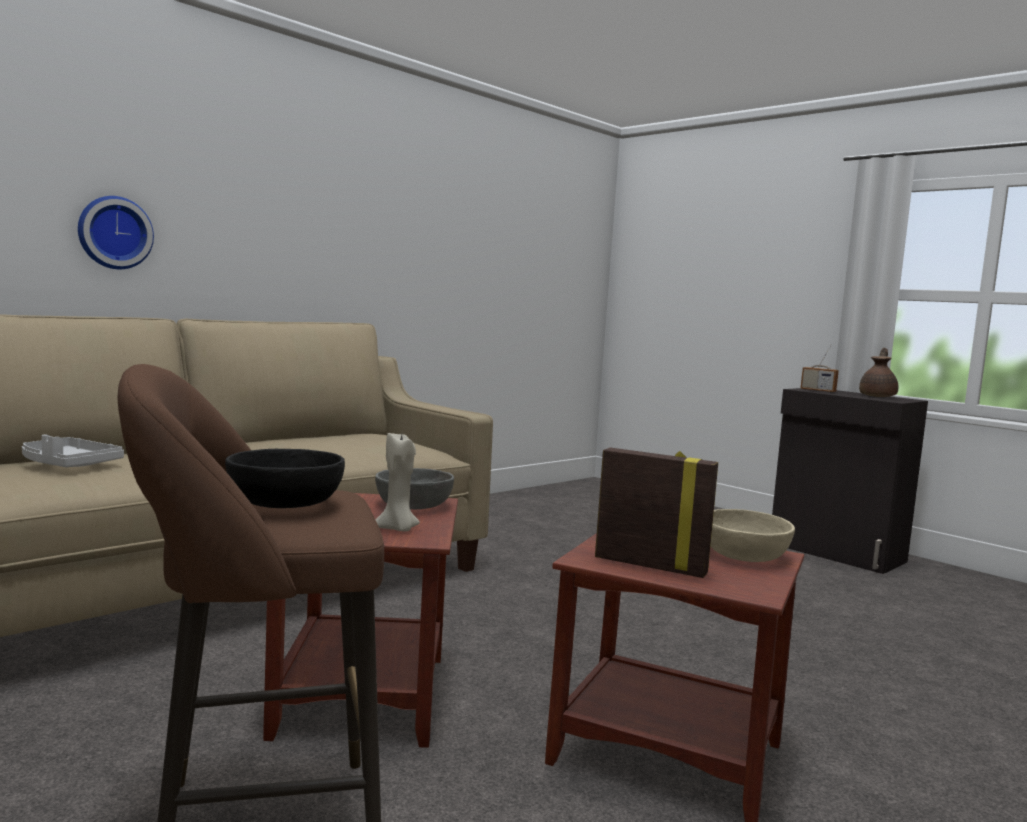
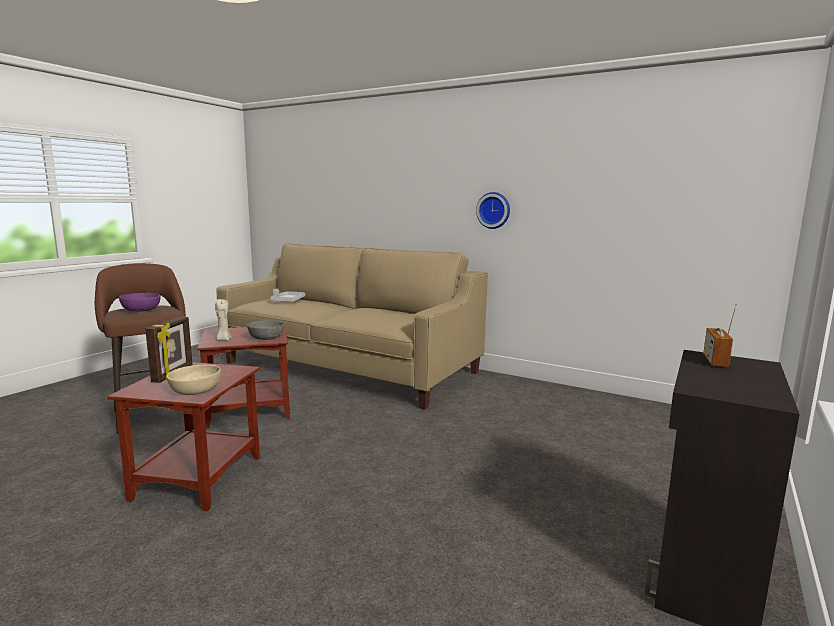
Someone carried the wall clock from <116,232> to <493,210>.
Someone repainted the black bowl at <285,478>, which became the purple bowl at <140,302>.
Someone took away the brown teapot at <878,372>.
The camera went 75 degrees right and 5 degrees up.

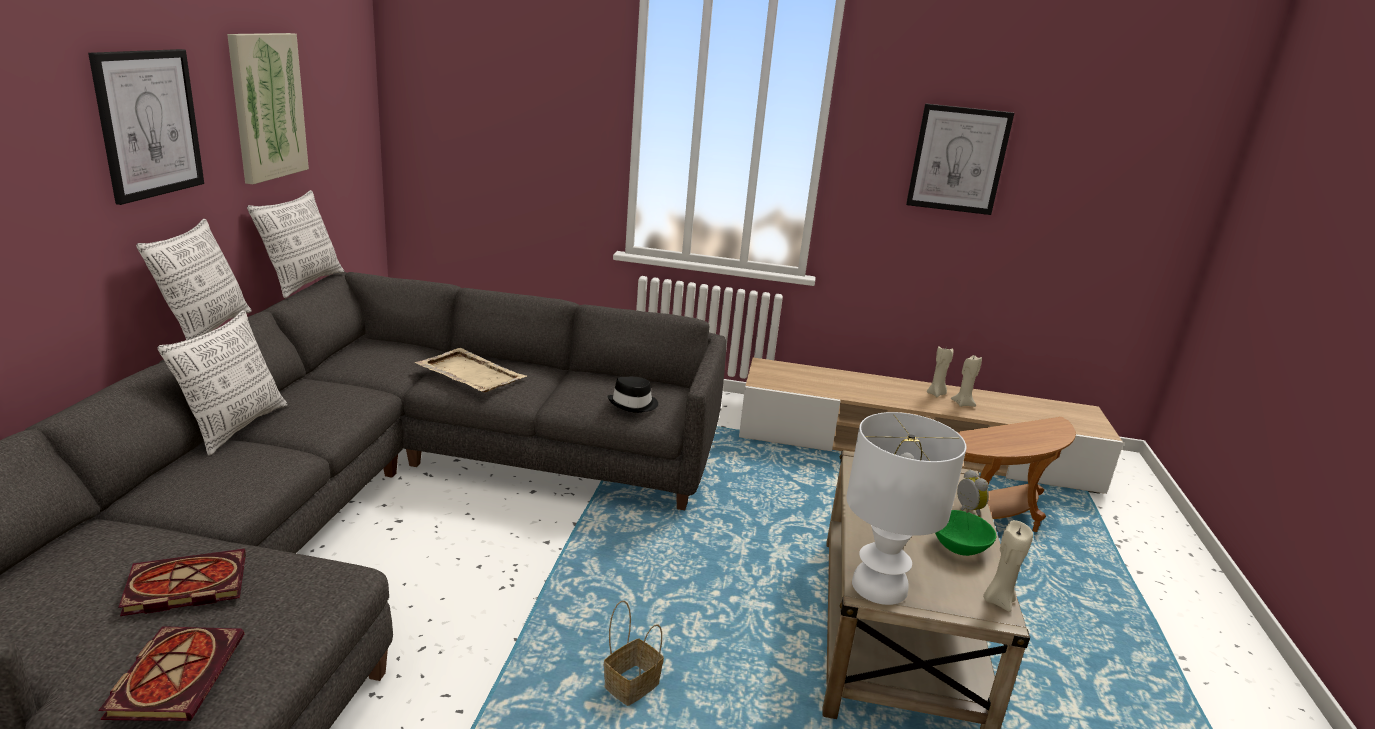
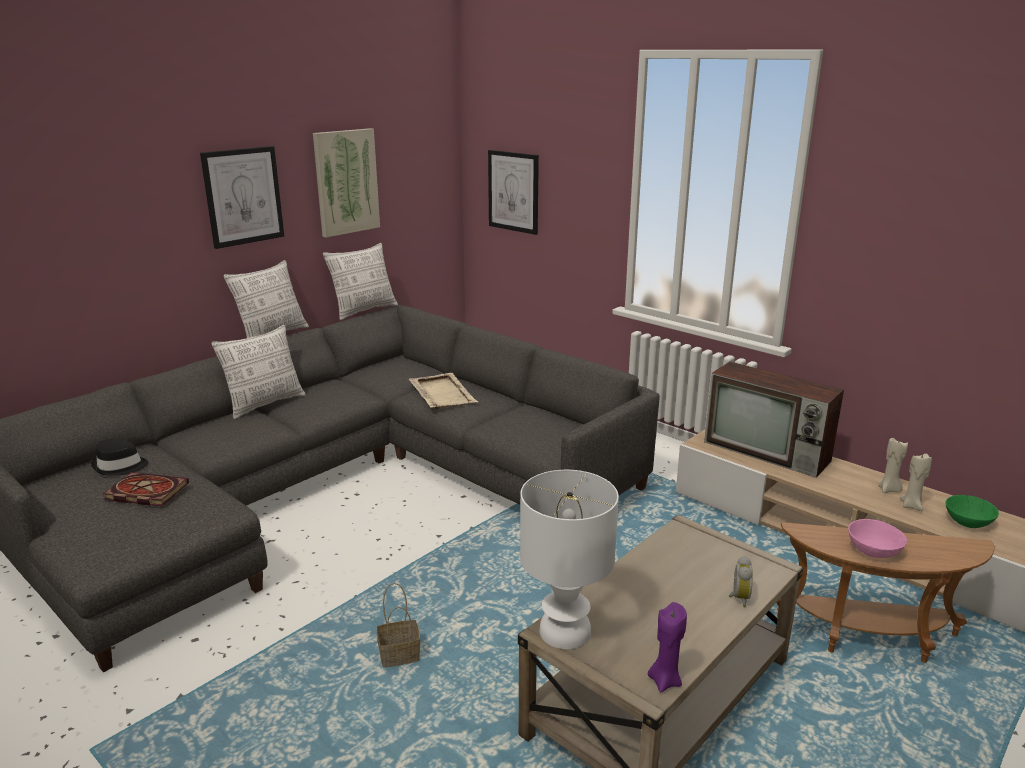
Someone took away the book at <171,673>.
Someone carried the black hat from <632,395> to <120,457>.
Someone carried the picture from <960,159> to <513,192>.
Someone carried the green bowl from <965,533> to <972,511>.
Someone repainted the beige candle at <1008,566>, which became the purple candle at <667,647>.
Someone put down the television at <774,419>.
Someone put down the pink bowl at <877,538>.
The camera went 35 degrees right and 0 degrees up.

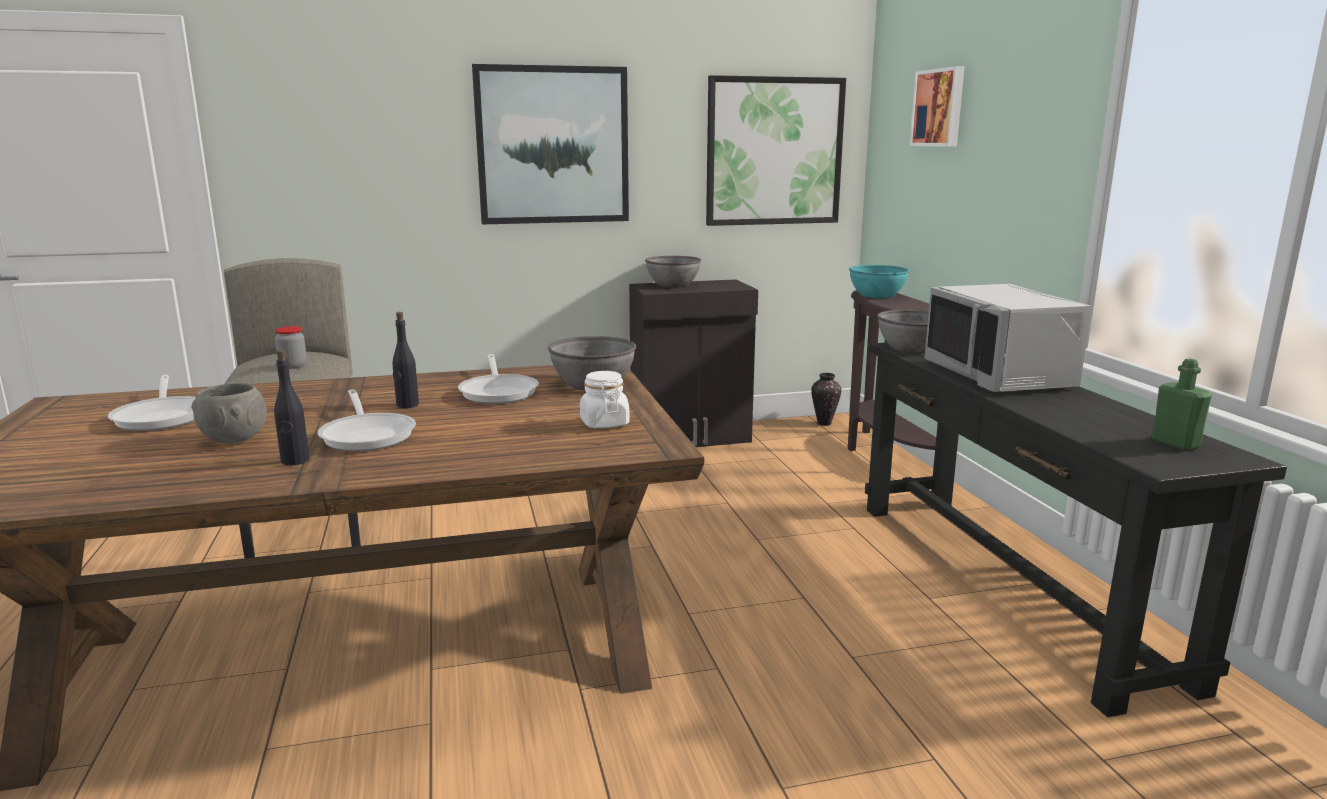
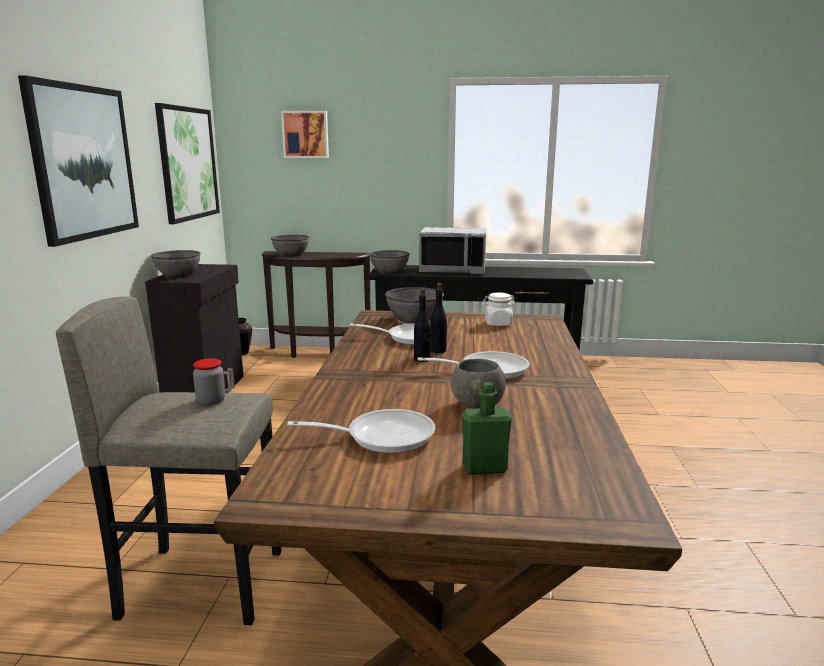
Someone carried the black bottle from <292,407> to <439,318>.
Someone repainted the turquoise bowl at <879,281>, which became the grey bowl at <290,245>.
Someone carried the green bottle from <1182,404> to <487,428>.
The camera went 70 degrees left and 0 degrees up.

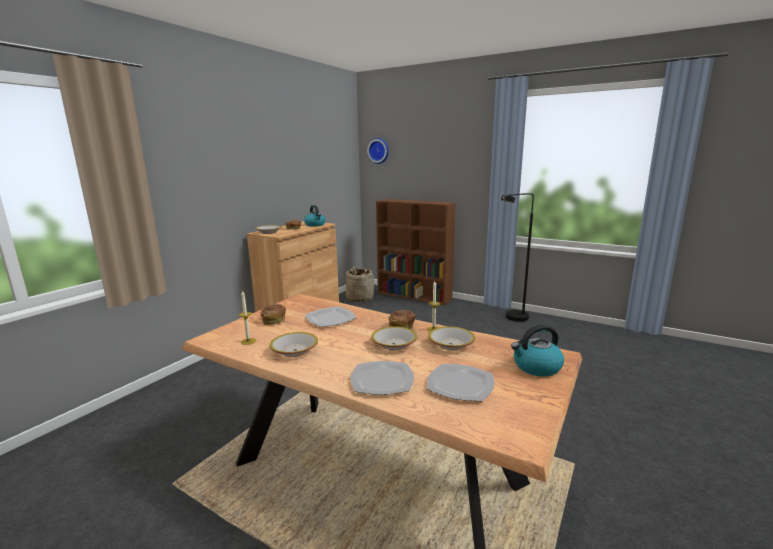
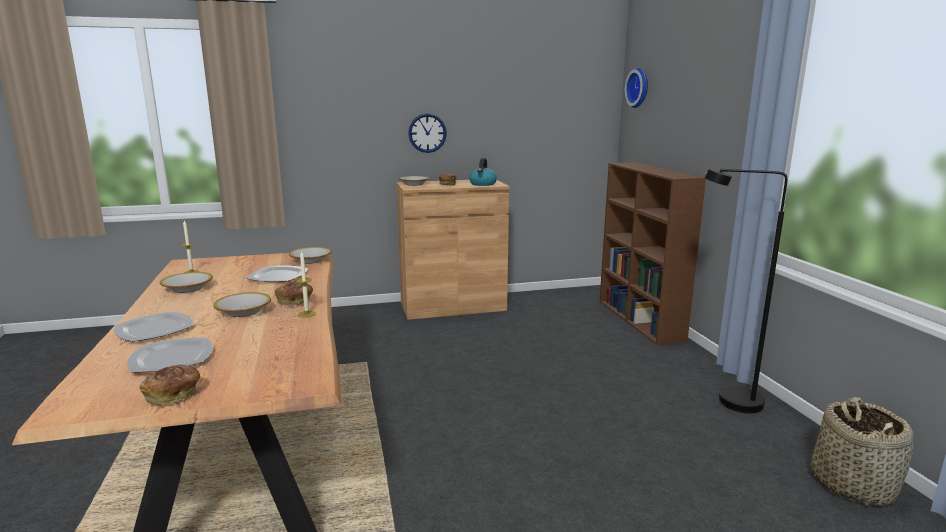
Someone carried the bread from <273,314> to <170,385>.
Someone carried the basket from <360,284> to <862,452>.
Someone carried the bowl from <451,338> to <310,255>.
Someone took away the kettle at <537,350>.
Someone put up the wall clock at <427,133>.
The camera went 45 degrees right and 0 degrees up.

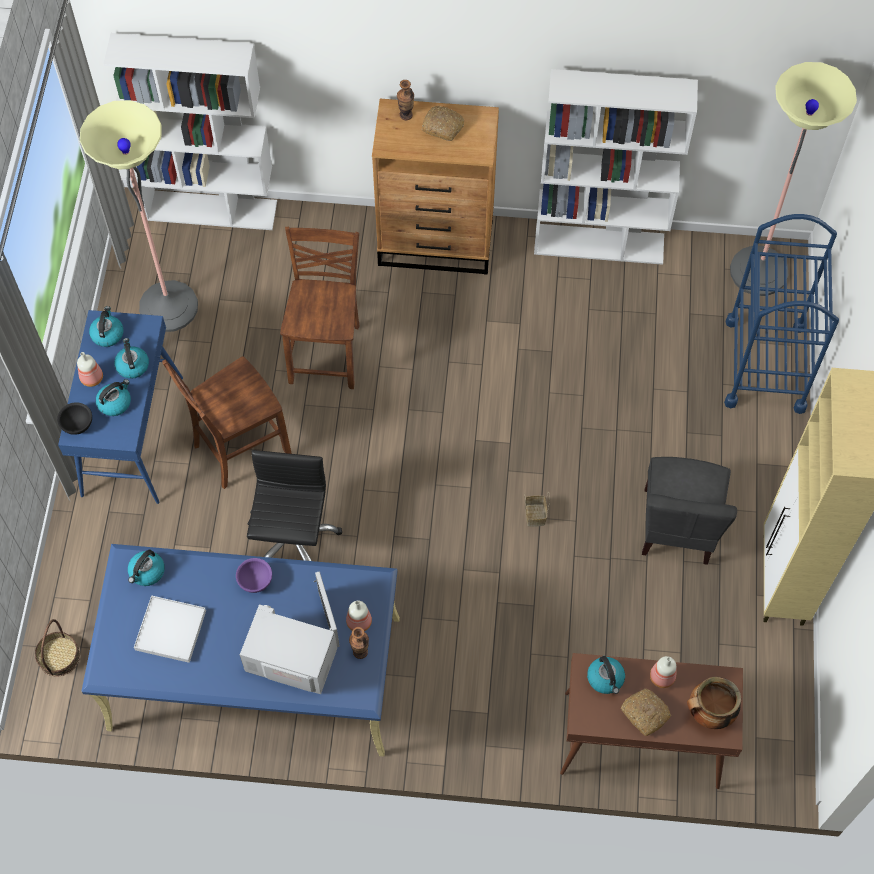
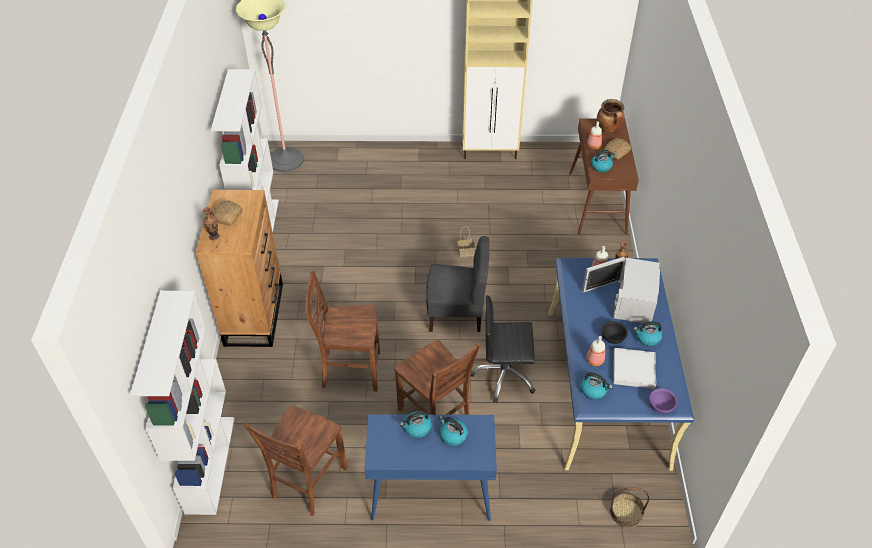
Someone carried the black bowl from <74,418> to <615,332>.
Someone carried the bottle from <90,369> to <595,351>.
Someone swapped the floor lamp at <139,216> for the brown chair at <296,460>.
Someone carried the kettle from <106,326> to <648,333>.
Someone carried the purple bowl from <254,575> to <663,400>.
Someone carried the grey chair from <689,511> to <458,284>.
Someone took away the blue cart at <781,314>.
The camera went 95 degrees left and 15 degrees down.

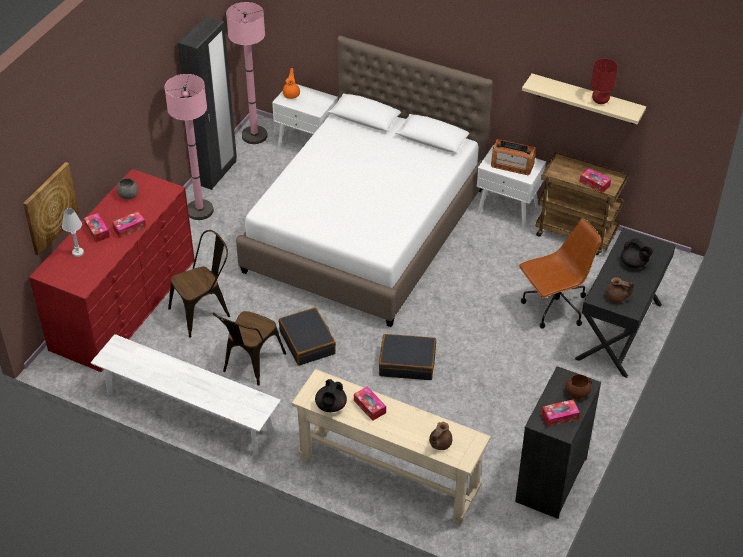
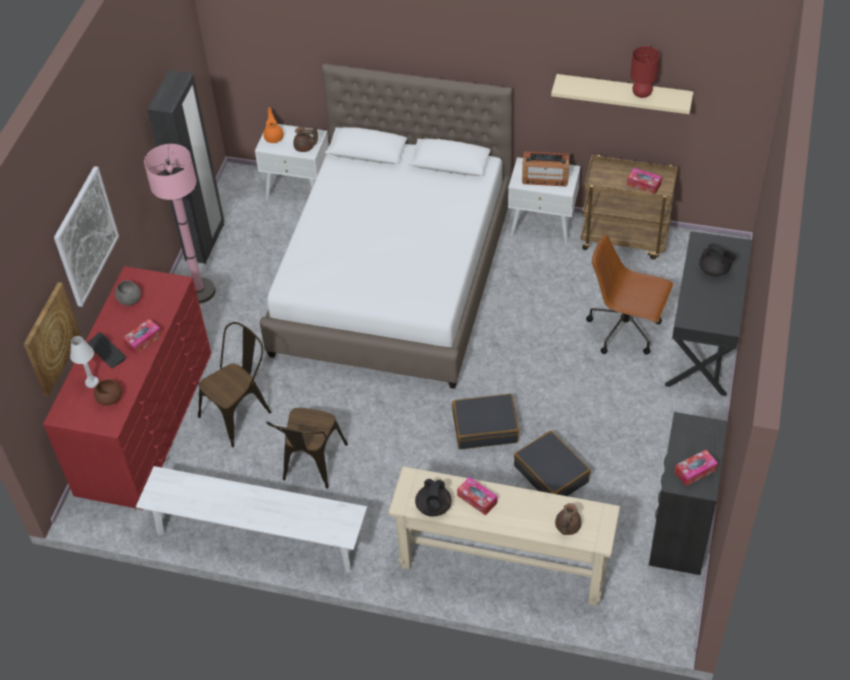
Someone swapped the tissue box at <97,227> for the keyboard at <107,350>.
Someone took away the pink floor lamp at <247,73>.
Someone carried the black suitcase from <307,336> to <552,463>.
Someone rotated the brown office chair at <560,273> by 120 degrees counterclockwise.
Someone carried the brown bowl from <579,386> to <108,392>.
Someone carried the brown teapot from <620,290> to <305,139>.
Someone put up the picture at <86,236>.
The camera went 10 degrees left and 5 degrees up.

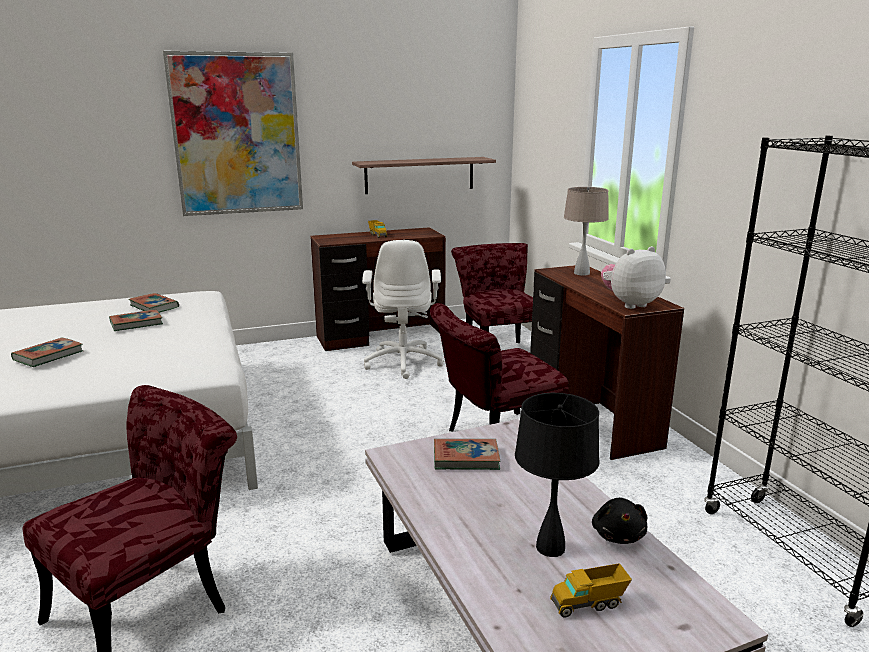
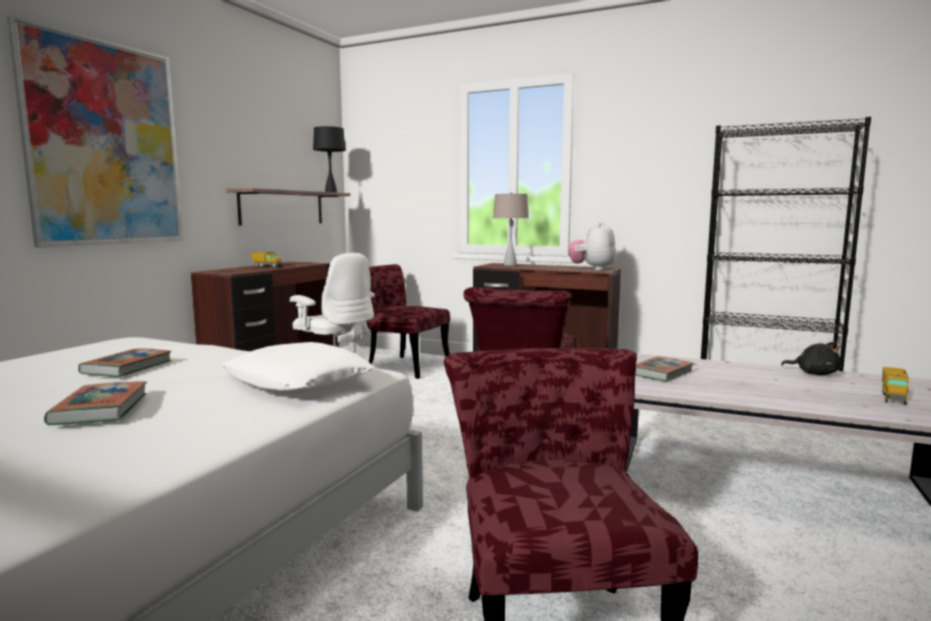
Someone took away the book at <153,302>.
Someone carried the black table lamp from <557,475> to <329,159>.
Someone put down the white pillow at <298,368>.
The camera went 45 degrees left and 10 degrees down.

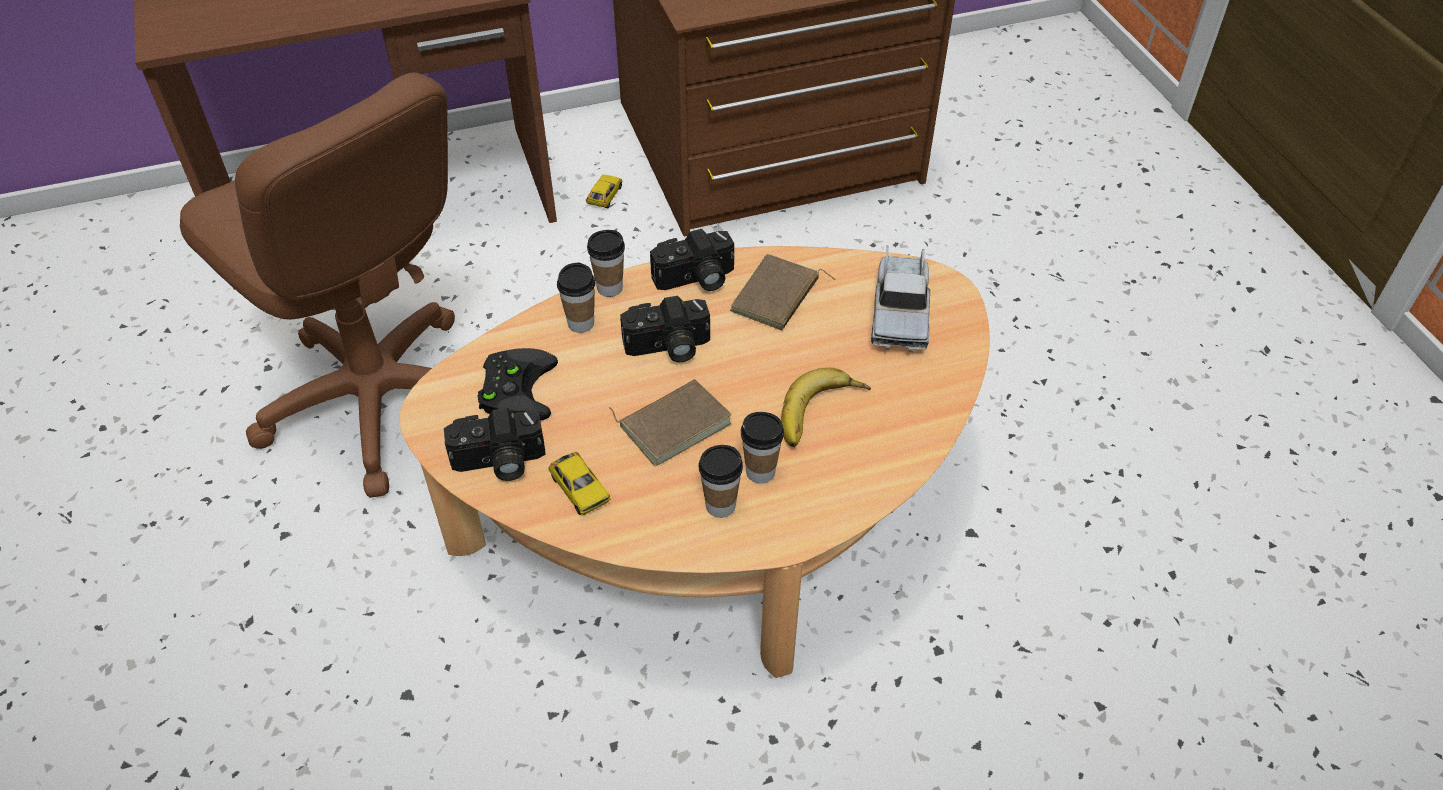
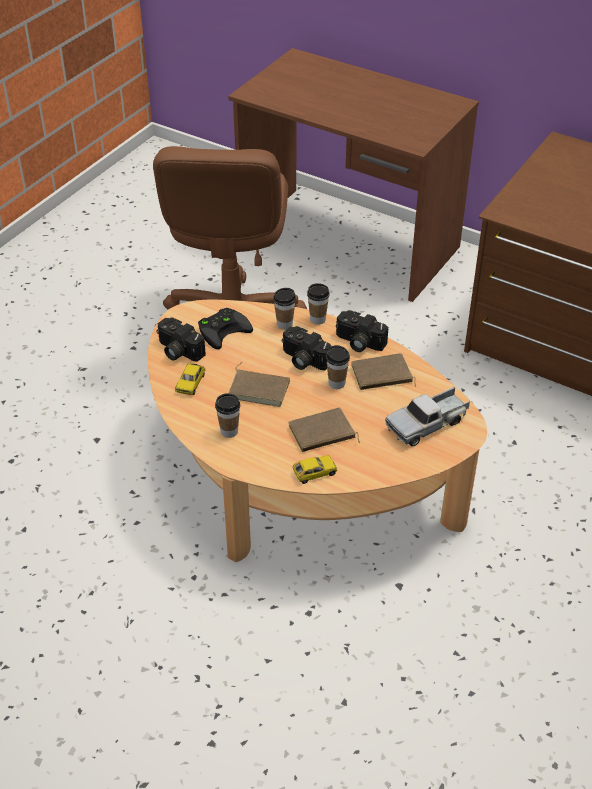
Someone carried the toy car from <604,191> to <315,469>.
Someone carried the cup from <762,448> to <338,367>.
Someone swapped the banana at <826,407> for the brown book at <324,429>.
The camera went 50 degrees right and 5 degrees down.

